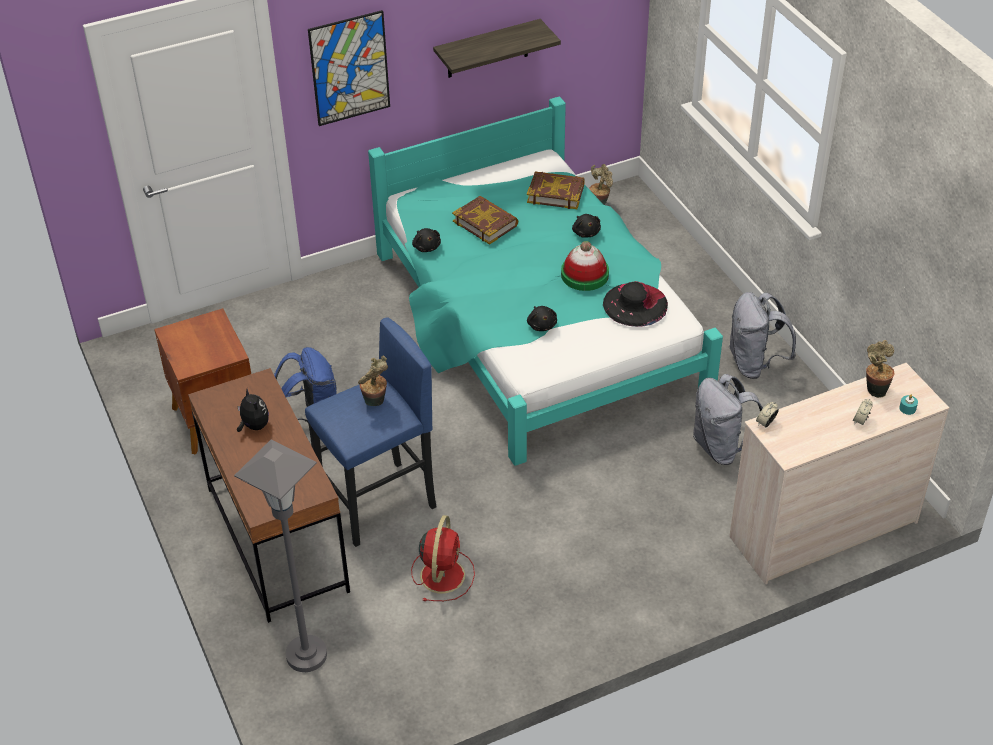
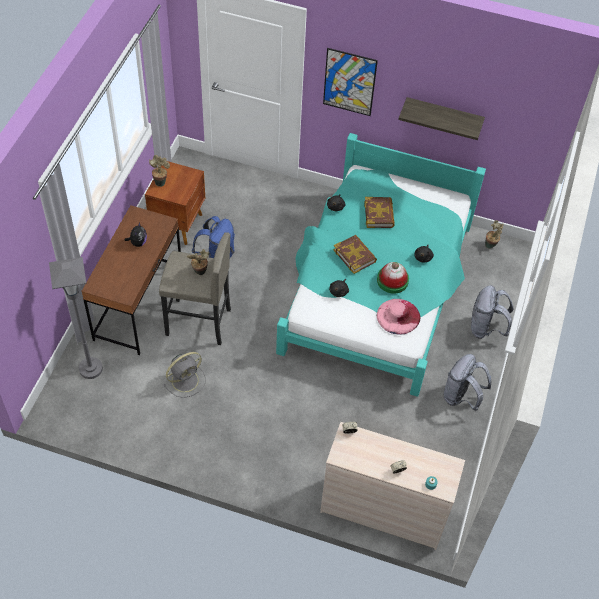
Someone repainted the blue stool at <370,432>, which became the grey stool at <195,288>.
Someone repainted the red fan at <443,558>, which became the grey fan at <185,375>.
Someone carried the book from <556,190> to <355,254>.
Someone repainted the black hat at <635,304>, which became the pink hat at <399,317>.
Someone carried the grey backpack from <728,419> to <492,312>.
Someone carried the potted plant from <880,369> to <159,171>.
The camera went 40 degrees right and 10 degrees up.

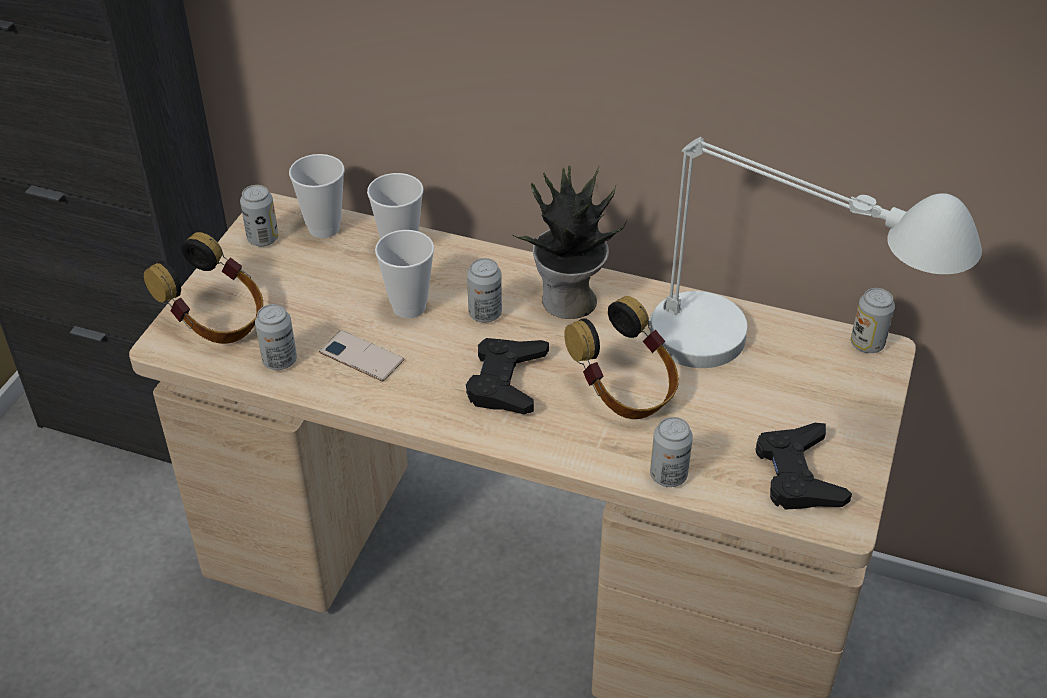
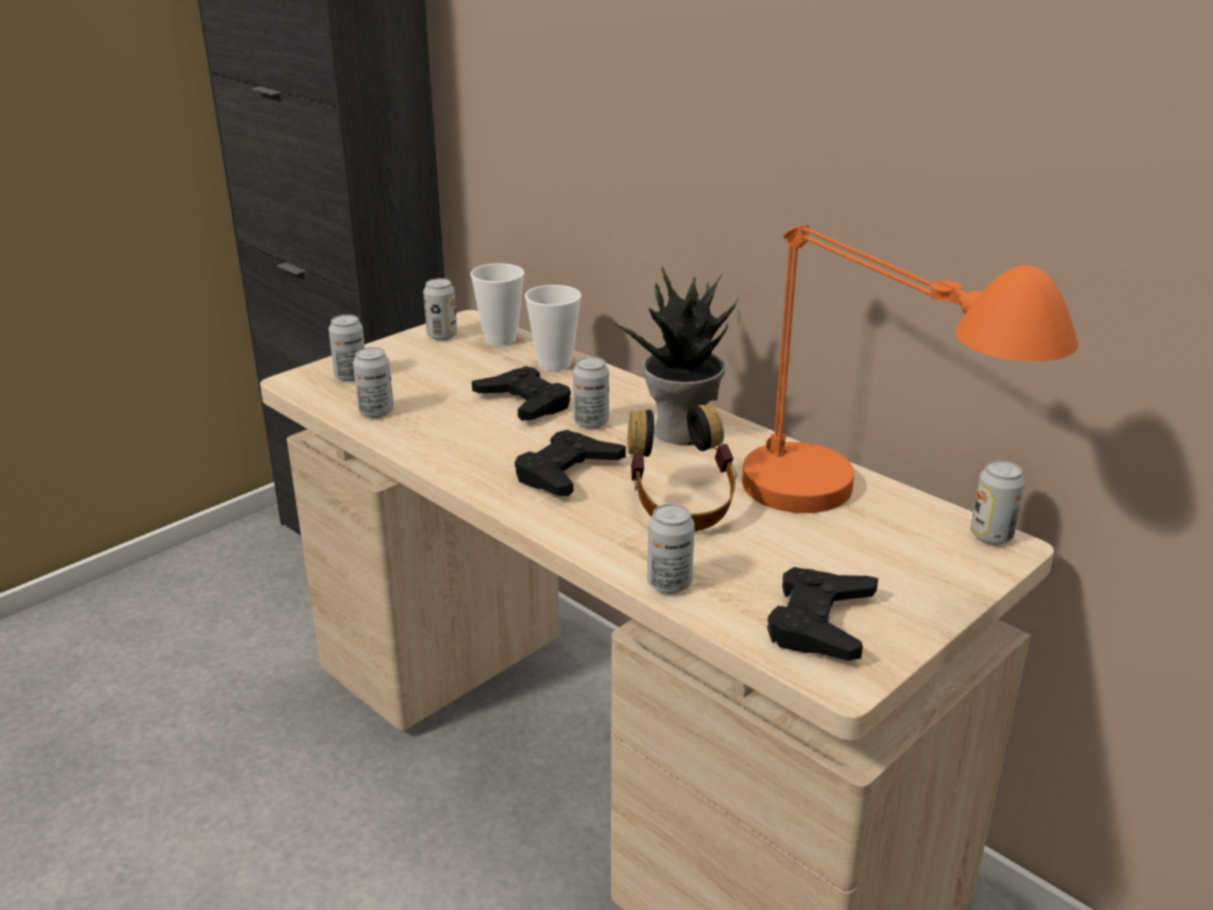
Someone swapped the headphones at <203,288> for the can at <347,348>.
Someone took away the phone at <361,355>.
Someone swapped the cup at <404,274> for the black game controller at <521,393>.
Someone repainted the white table lamp at <815,252>, which became the orange table lamp at <910,368>.
The camera went 25 degrees right and 15 degrees down.

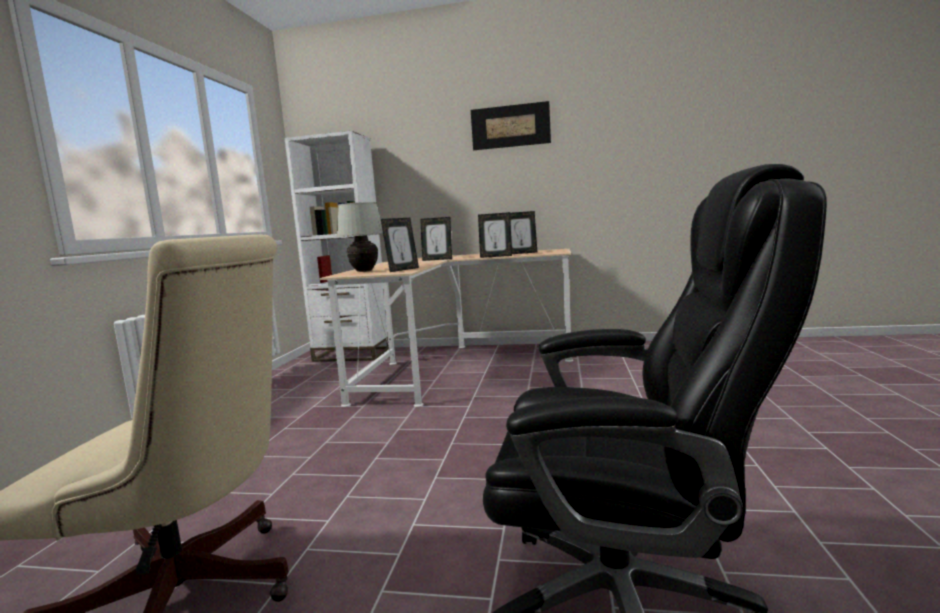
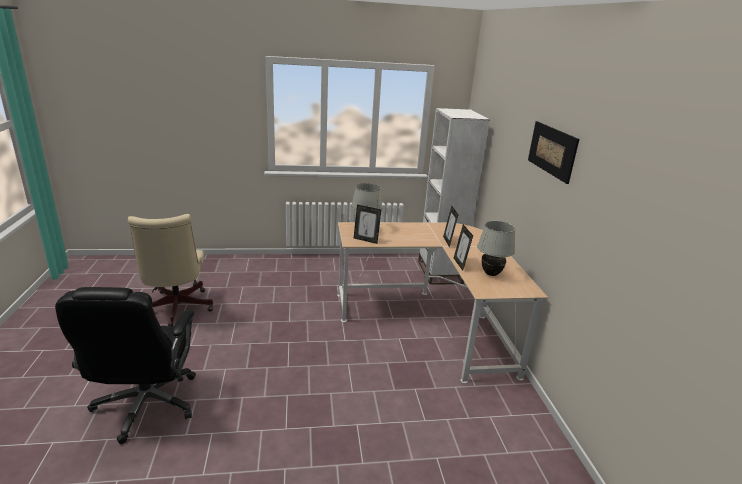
Someone swapped the picture frame at <523,232> for the white table lamp at <496,248>.
The camera went 70 degrees right and 15 degrees up.

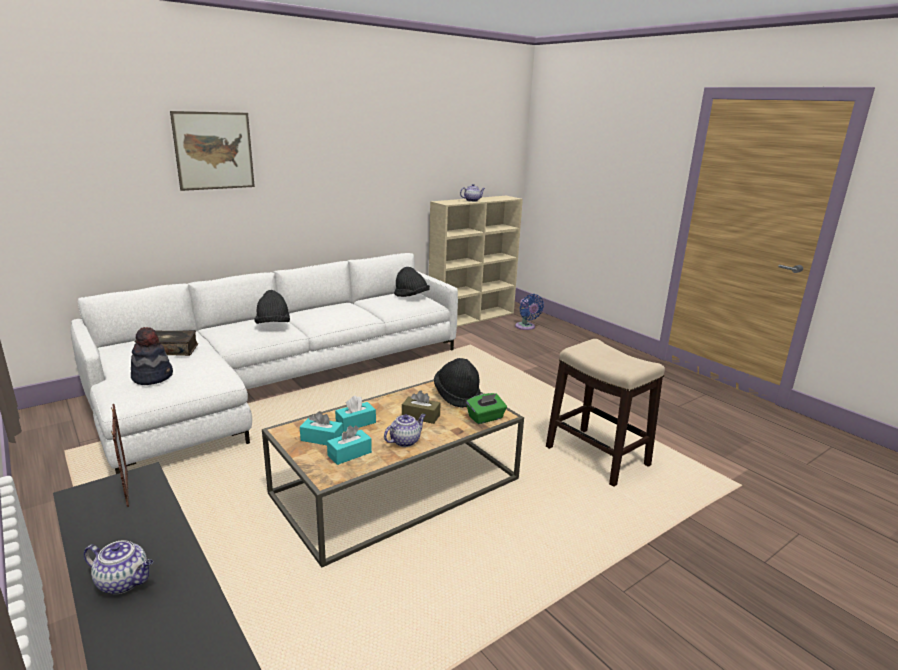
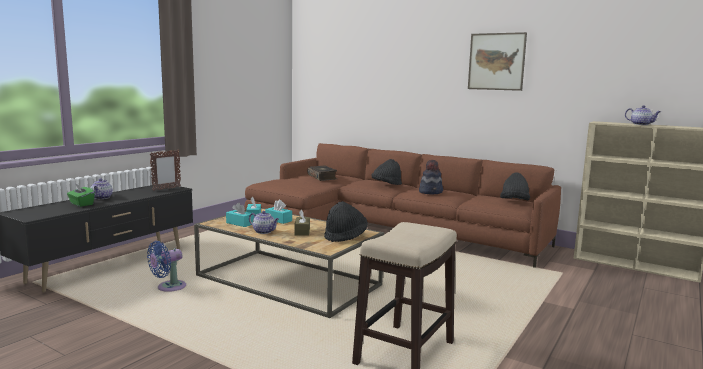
Someone repainted the white sofa at <264,363>, which became the brown sofa at <402,205>.
Someone carried the hat from <152,356> to <431,177>.
Someone carried the picture from <212,151> to <497,61>.
Someone carried the green tissue box from <486,408> to <81,195>.
Someone carried the blue fan from <529,312> to <166,266>.
The camera went 70 degrees right and 10 degrees down.

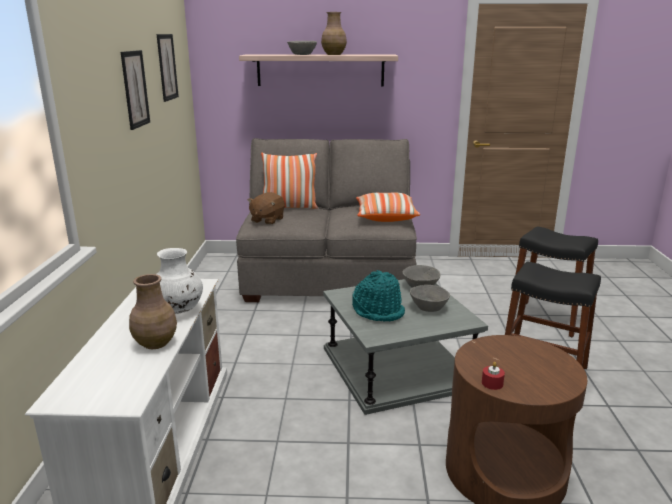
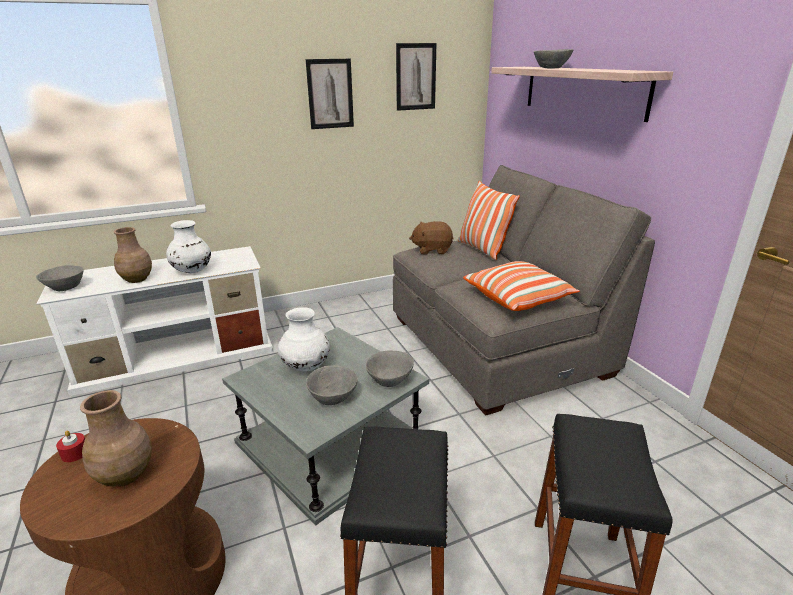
Someone carried the brown vase from <334,33> to <116,438>.
Someone swapped the turquoise hat at <378,296> for the white vase at <304,339>.
Someone put down the grey bowl at <60,278>.
The camera went 65 degrees right and 5 degrees up.

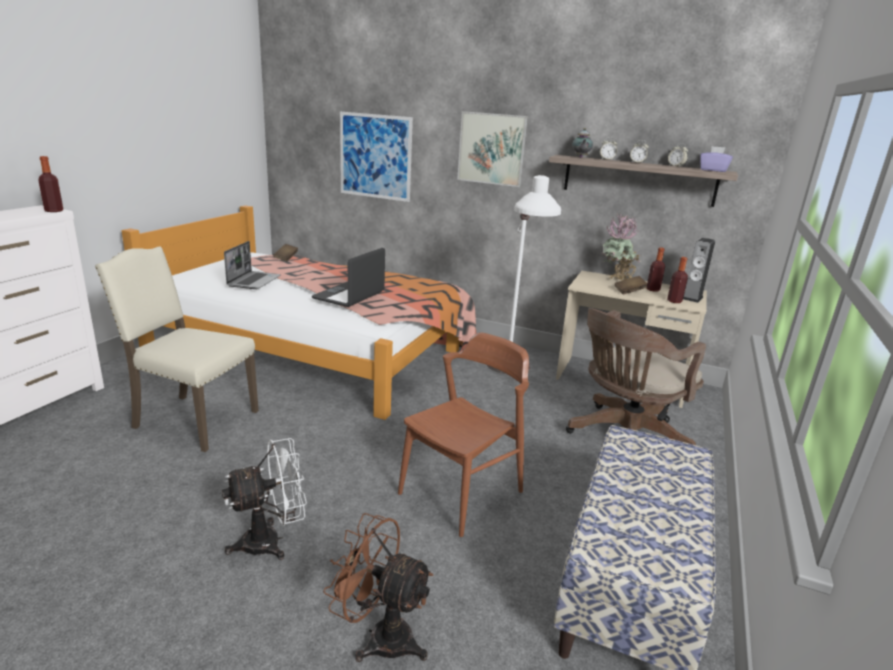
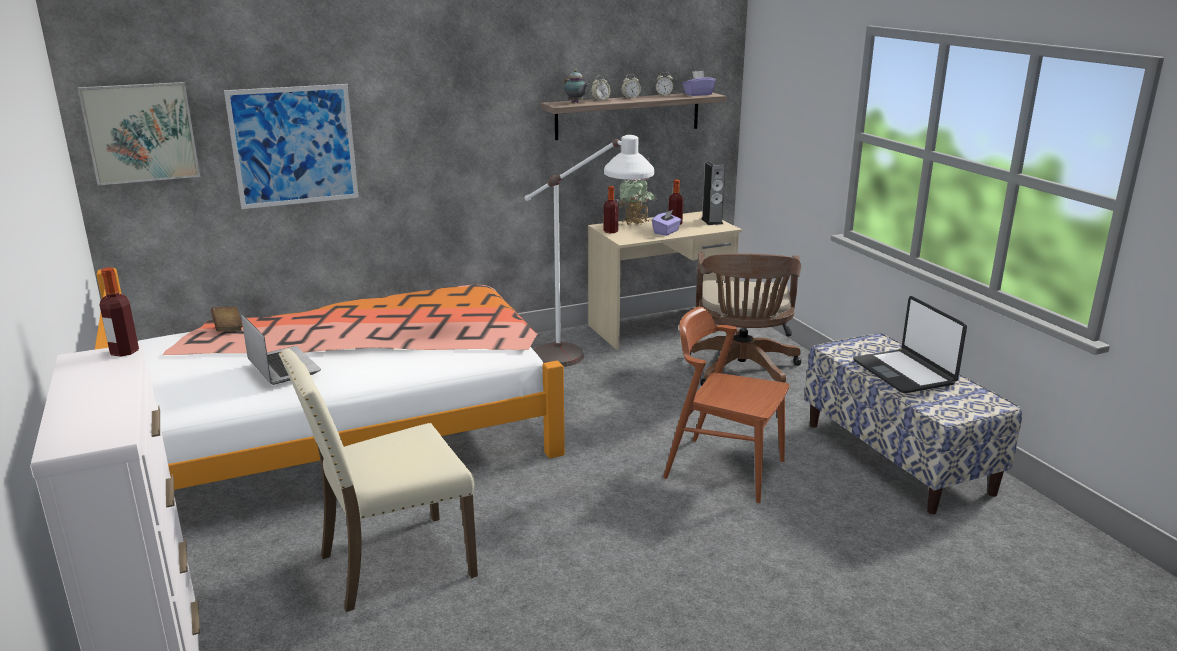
Someone took away the white fan at <264,499>.
Someone carried the laptop from <348,277> to <910,344>.
Someone took away the brown fan at <378,587>.
Someone rotated the brown chair at <463,434> by 60 degrees counterclockwise.
Someone carried the picture from <492,149> to <139,133>.
Someone swapped the brown book at <631,285> for the purple tissue box at <666,222>.
Someone carried the bottle from <677,280> to <611,209>.
The camera went 45 degrees left and 0 degrees up.

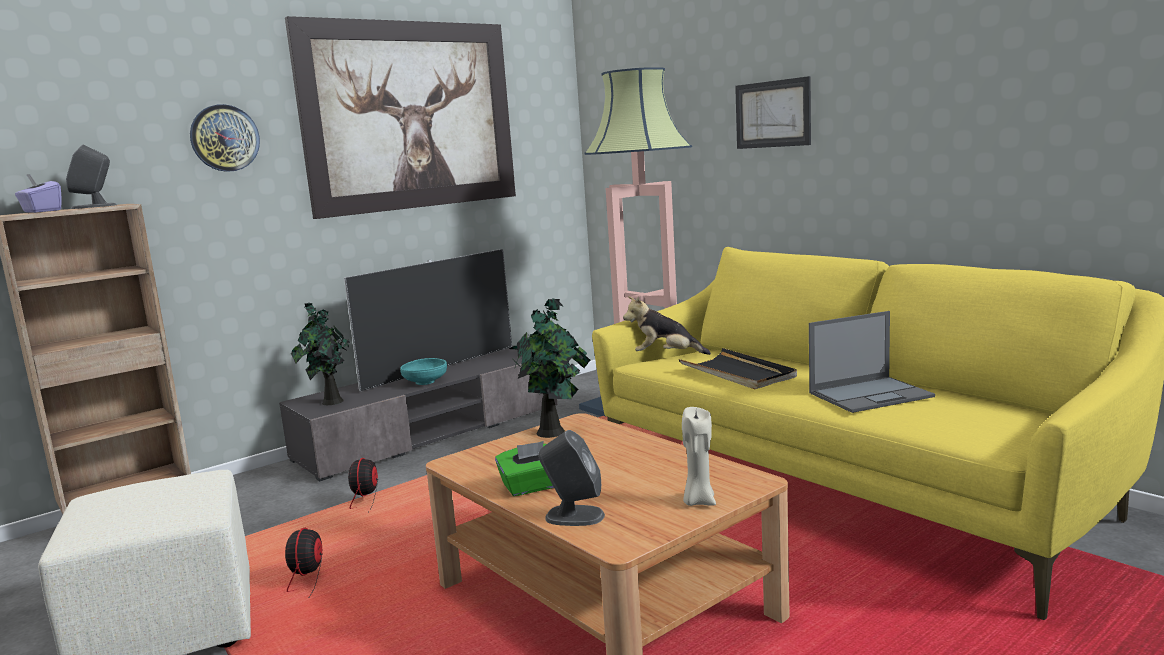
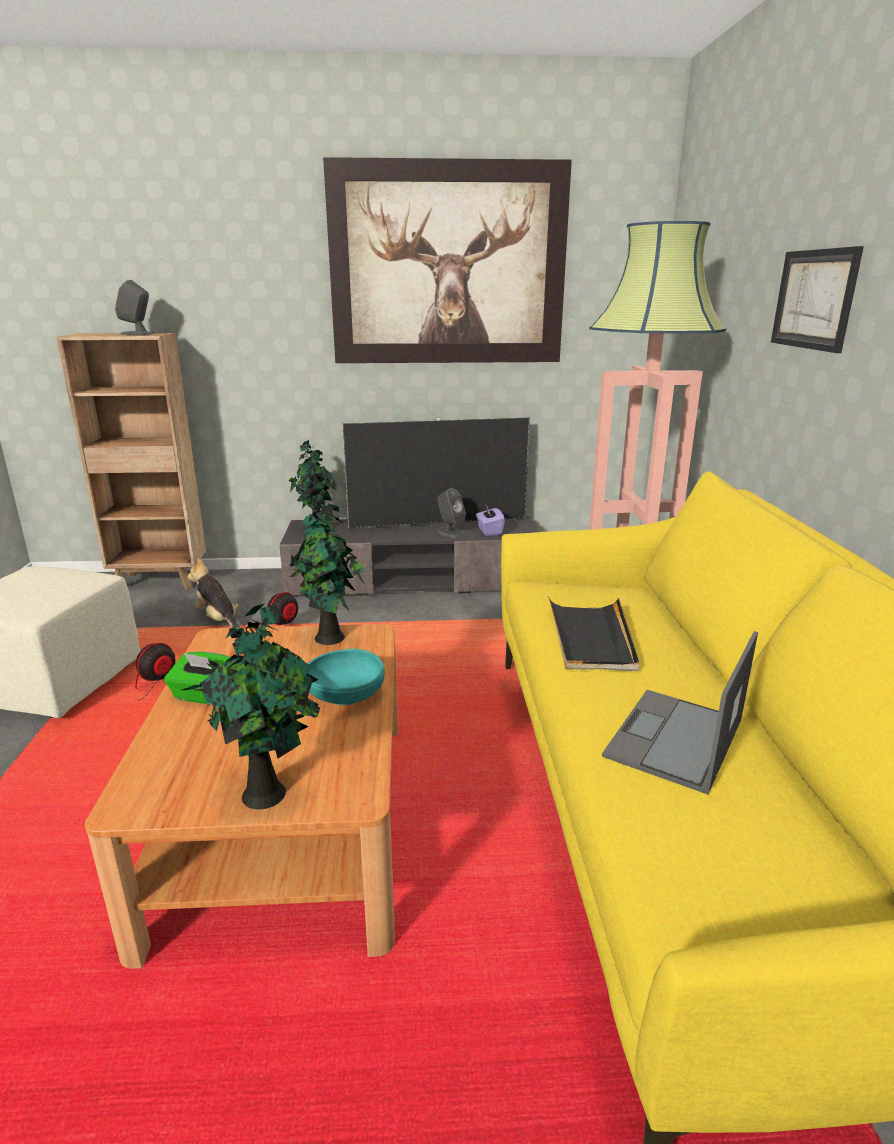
Someone carried the purple tissue box from <38,193> to <490,519>.
Someone took away the wall clock at <225,138>.
Someone carried the turquoise bowl from <423,371> to <346,677>.
Someone carried the grey speaker from <571,478> to <451,513>.
Someone carried the plush toy from <667,325> to <215,593>.
Someone swapped the beige candle at <699,456> for the potted plant at <250,707>.
Someone rotated the laptop at <872,362> by 105 degrees clockwise.
The camera went 35 degrees right and 10 degrees up.

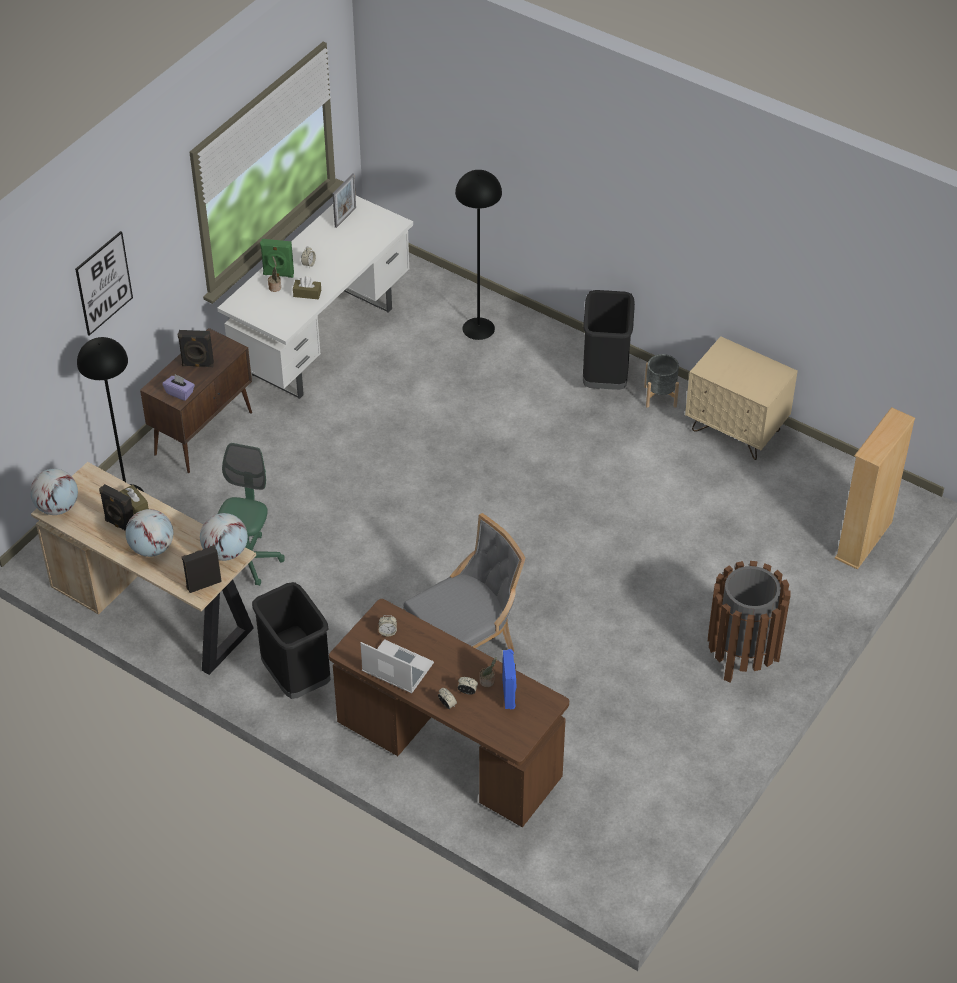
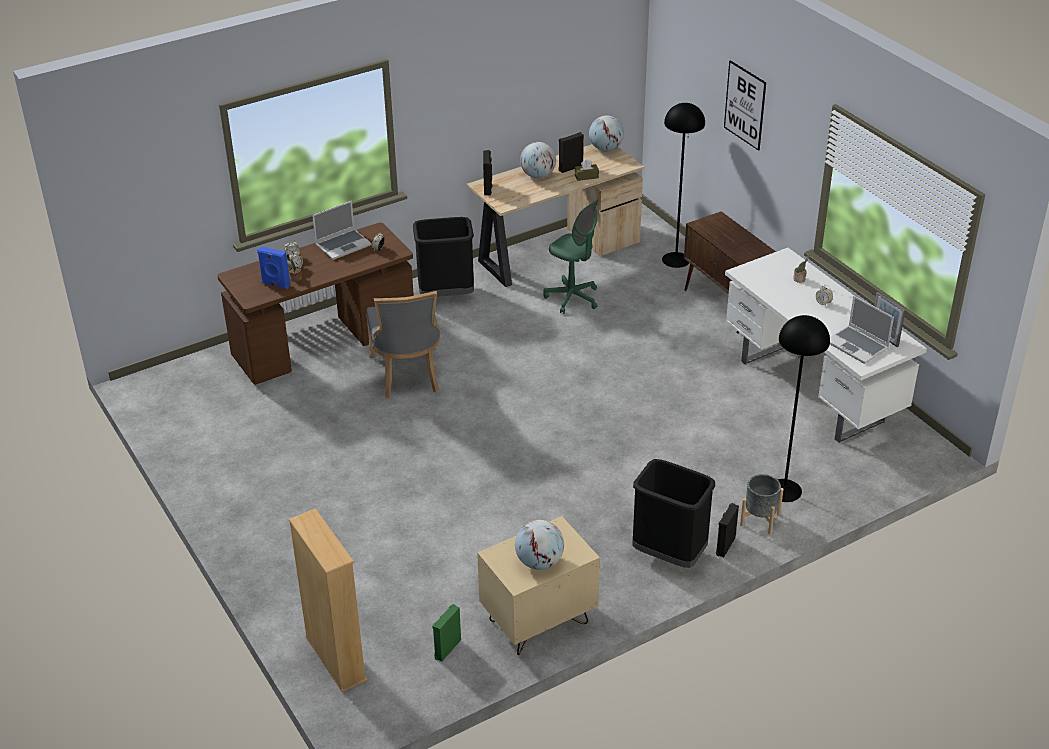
Someone took away the purple tissue box at <178,387>.
Someone carried the black speaker from <196,348> to <727,530>.
Someone carried the globe from <224,537> to <539,545>.
Someone carried the green speaker from <277,258> to <446,633>.
Someone took away the brown tissue box at <307,287>.
Someone carried the grey planter from <661,381> to <762,504>.
Someone took away the brown trash can at <749,621>.
Someone put down the laptop at <862,330>.
The camera went 115 degrees right and 10 degrees down.

